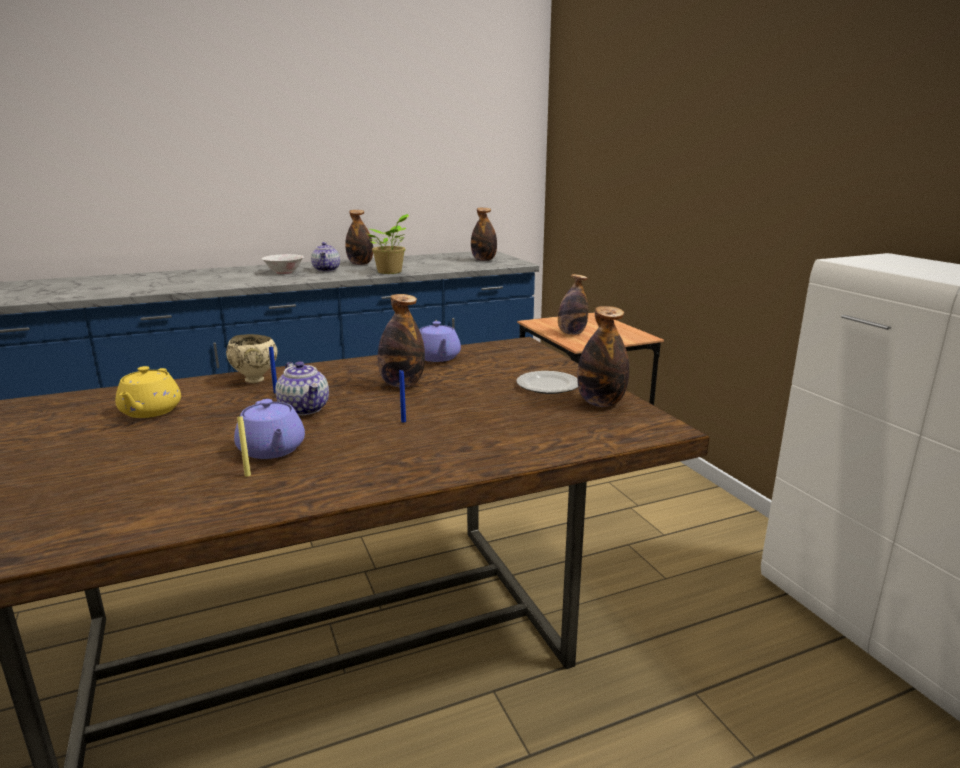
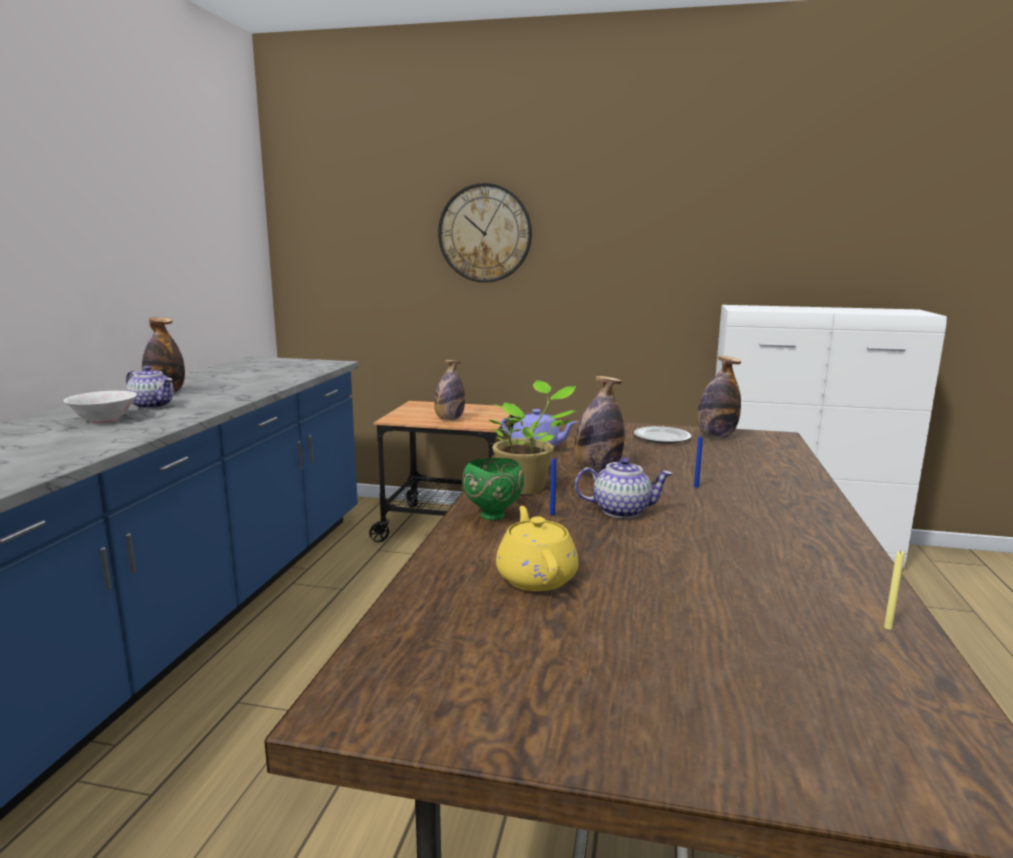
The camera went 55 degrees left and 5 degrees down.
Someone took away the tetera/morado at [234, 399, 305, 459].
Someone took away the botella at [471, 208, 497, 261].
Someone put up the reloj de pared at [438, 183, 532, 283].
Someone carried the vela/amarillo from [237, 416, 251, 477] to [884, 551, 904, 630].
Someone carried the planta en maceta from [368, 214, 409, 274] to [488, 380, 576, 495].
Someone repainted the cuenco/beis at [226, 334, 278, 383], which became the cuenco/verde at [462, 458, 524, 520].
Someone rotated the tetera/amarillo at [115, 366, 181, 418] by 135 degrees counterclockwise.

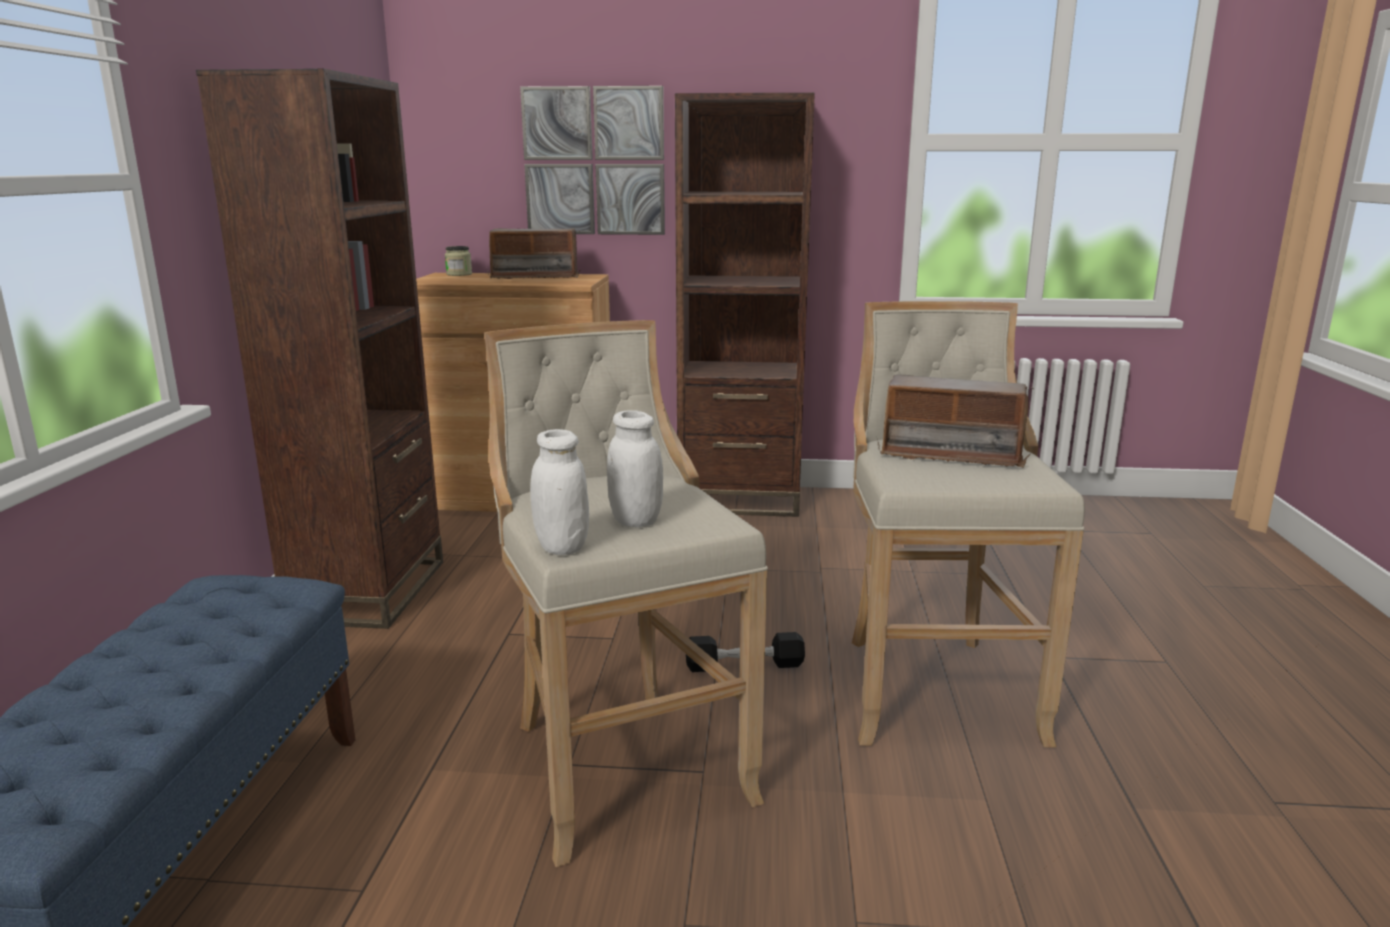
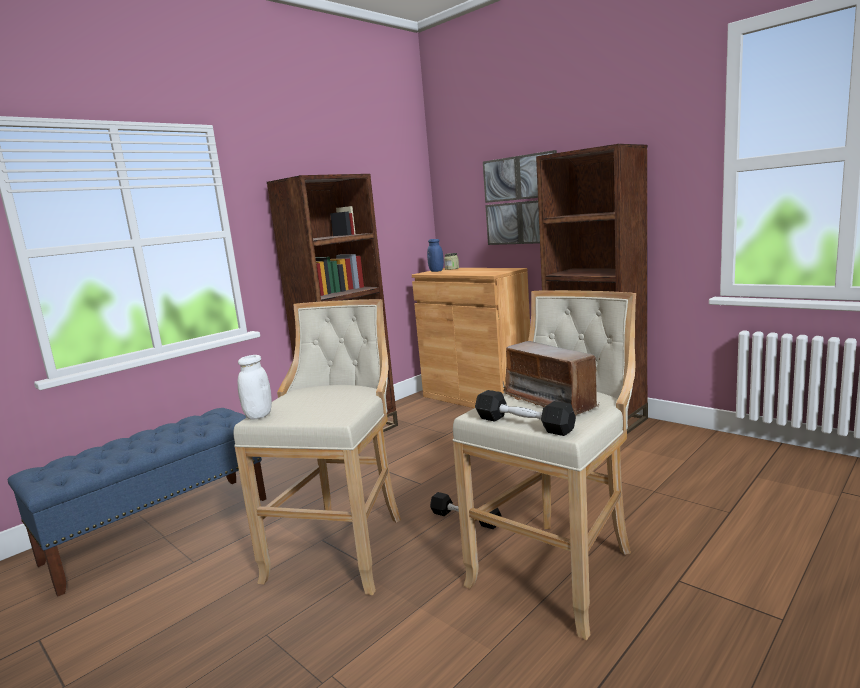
The camera went 40 degrees right and 5 degrees down.
Someone took away the radio at [486, 228, 580, 279].
Someone took away the tarro/blanco at [607, 410, 663, 527].
Someone put down the tarro/azul at [427, 239, 444, 272].
Someone put down the mancuerna/negro at [475, 390, 576, 436].

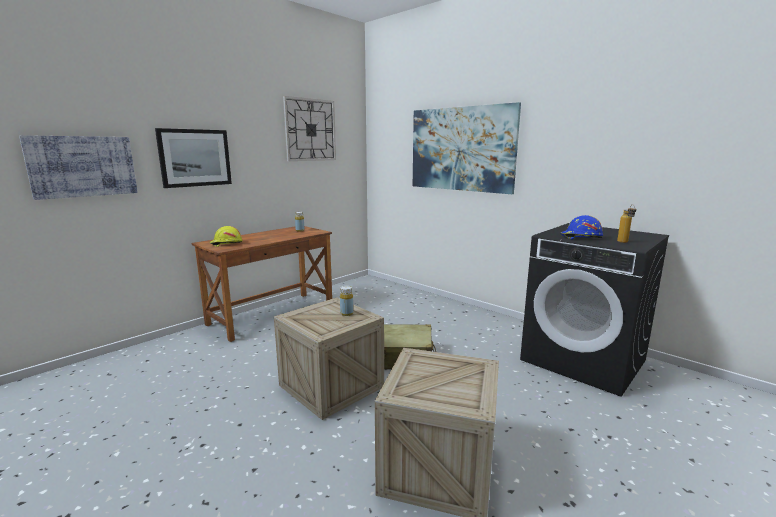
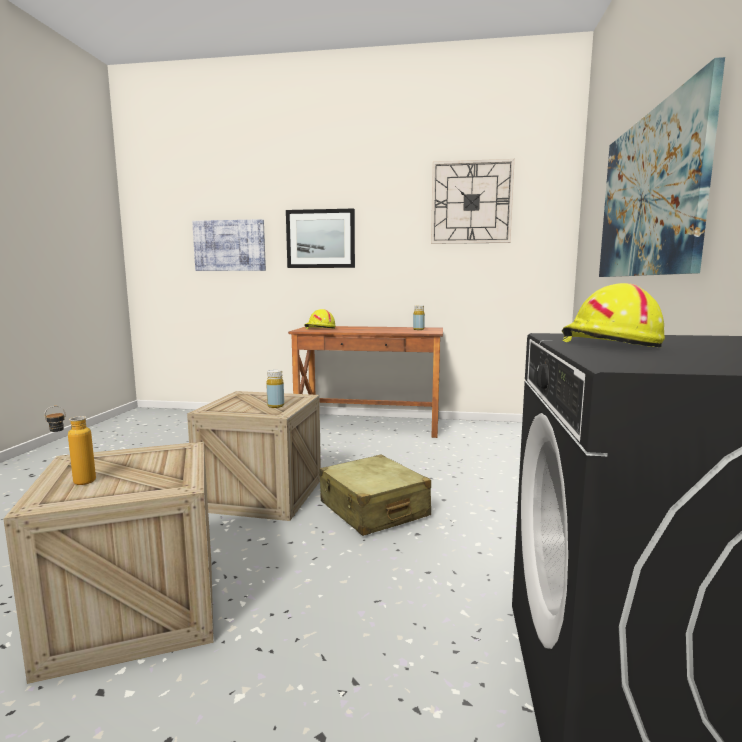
The camera went 55 degrees right and 5 degrees down.
Someone carried the botella from [617, 204, 636, 243] to [44, 406, 96, 485].
Someone repainted the casco/azul at [560, 215, 603, 240], which became the casco/amarillo at [562, 283, 665, 347].

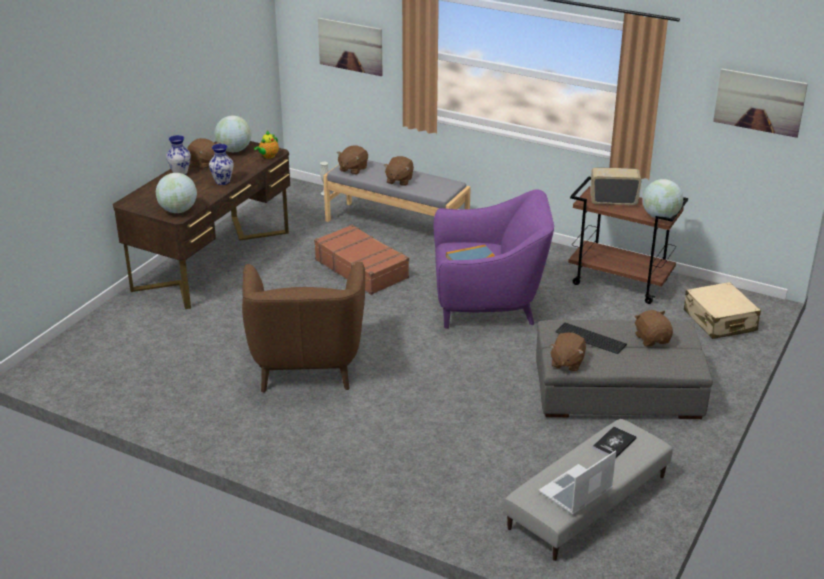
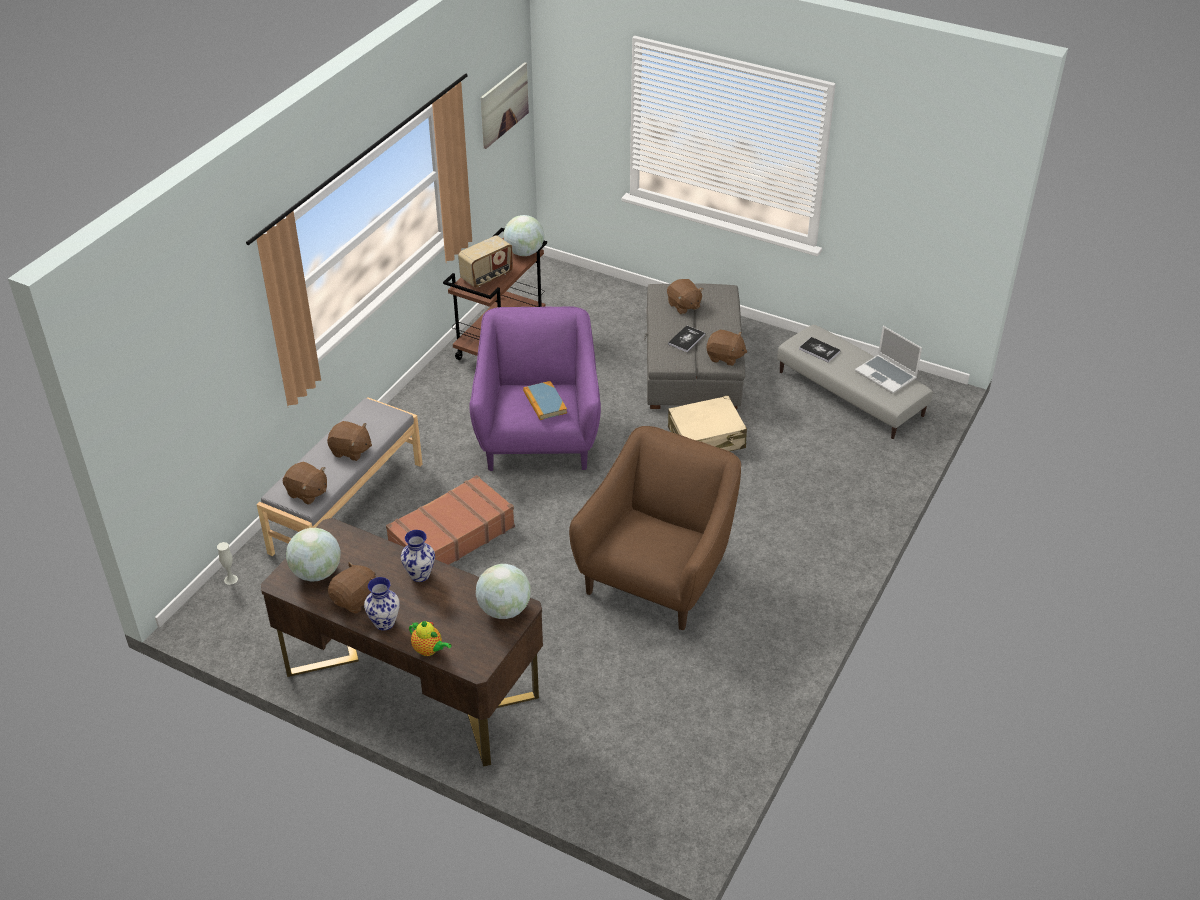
The camera went 90 degrees left and 10 degrees up.
Someone took away the cuadro at [318, 18, 383, 76].
Someone carried the tetera from [254, 131, 279, 159] to [409, 621, 452, 656].
Someone carried the maleta/beis from [684, 282, 761, 339] to [668, 396, 747, 451].
Someone swapped the teclado at [556, 323, 627, 354] for the libro at [668, 325, 705, 352].
Someone rotated the sillón/marrón at [242, 262, 365, 392] by 60 degrees counterclockwise.
Someone rotated the radio at [590, 167, 641, 206] by 135 degrees counterclockwise.
Someone rotated the peluche/marrón at [634, 310, 673, 347] by 105 degrees counterclockwise.

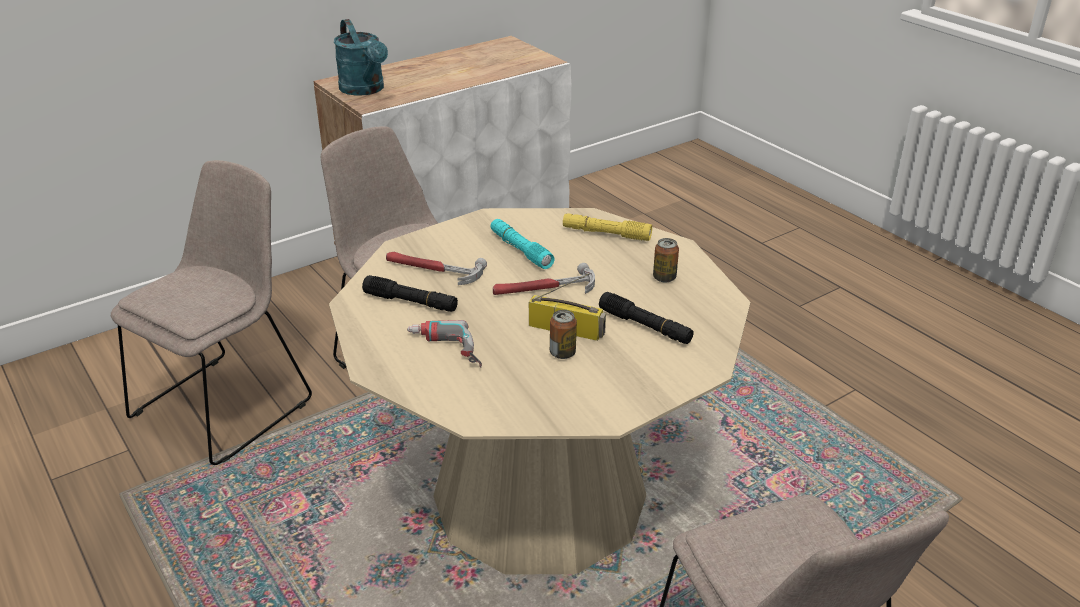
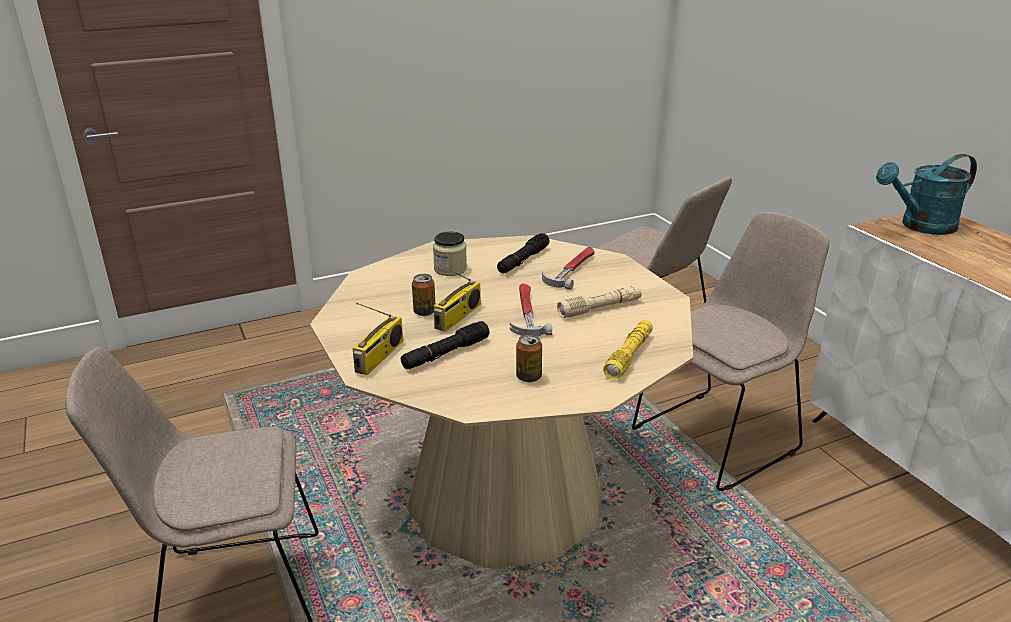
The camera went 100 degrees right and 5 degrees down.
Someone put down the radio at [353, 303, 403, 375].
Someone swapped the taladro at [407, 320, 482, 367] for the tarro at [433, 231, 467, 276].
Someone repainted the linterna/turquesa at [490, 219, 555, 269], which became the linterna/beis at [557, 286, 642, 318].

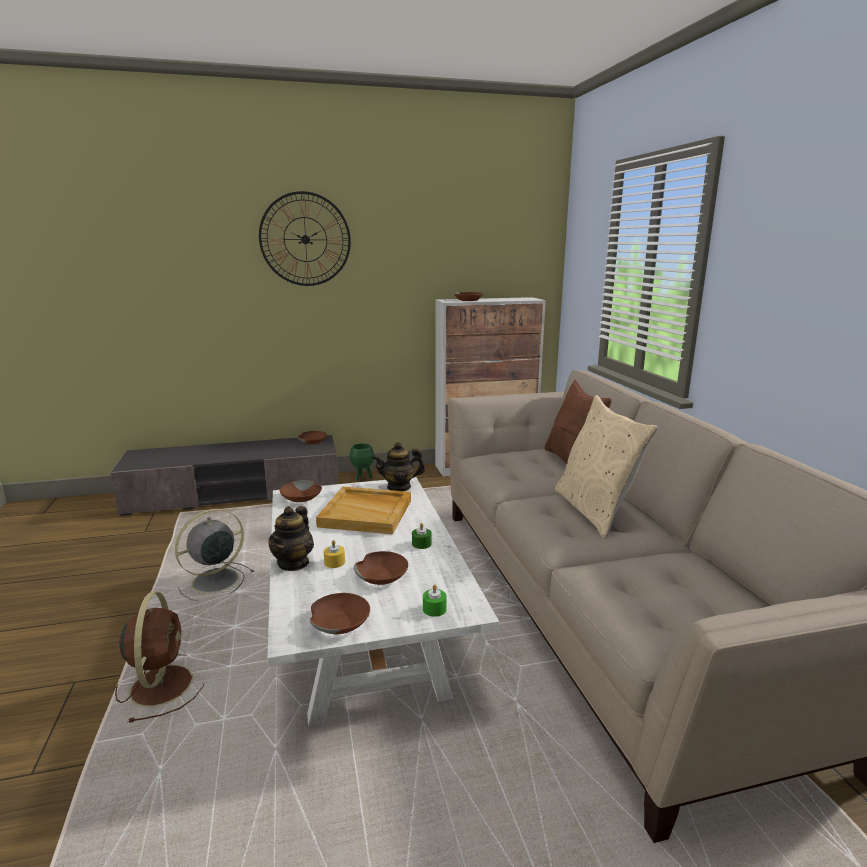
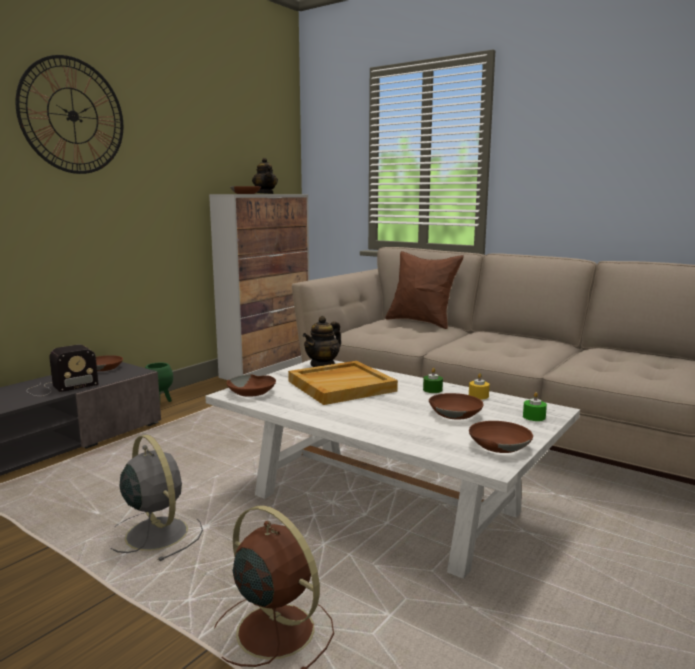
The camera went 40 degrees left and 5 degrees down.
Someone took away the cojín/beis at [555, 395, 658, 539].
Someone put down the radio at [26, 345, 98, 396].
Someone carried the tetera from [269, 506, 314, 571] to [252, 158, 278, 194].
Someone carried the vela/amarillo from [324, 540, 345, 568] to [469, 373, 490, 399].
Someone rotated the ventilador/gris at [175, 509, 255, 601] by 135 degrees clockwise.

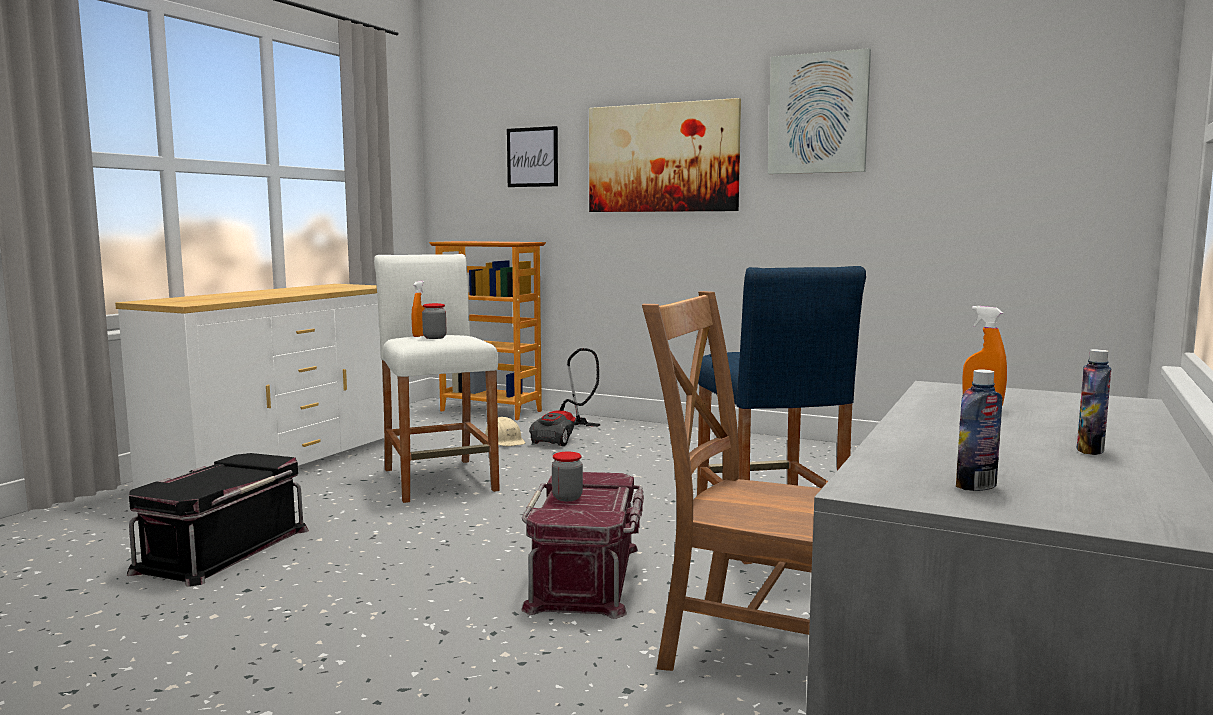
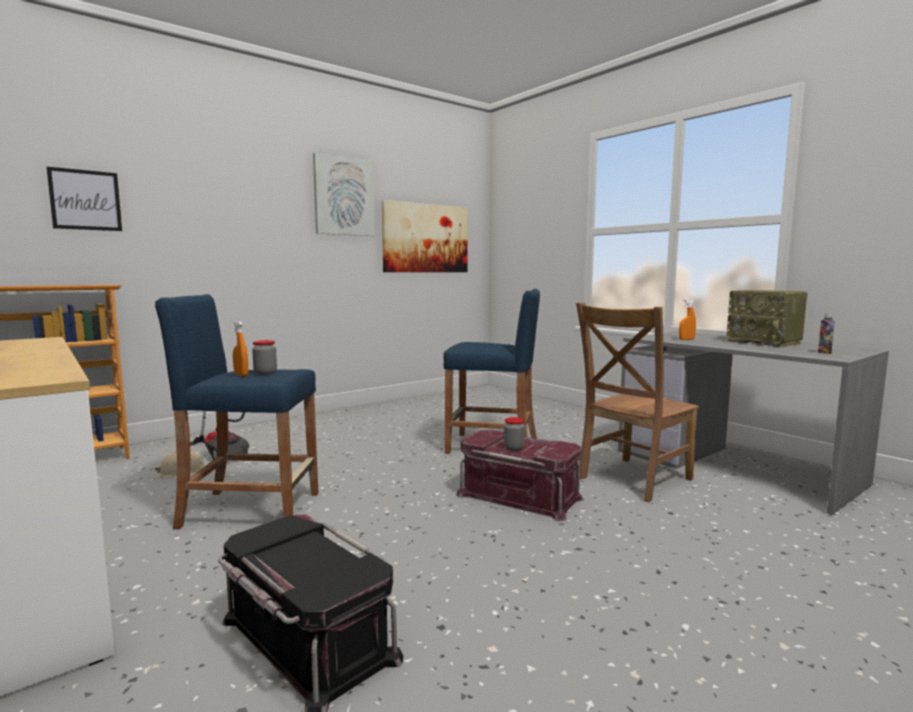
The camera went 65 degrees left and 0 degrees up.
Someone carried the cuadro from [589, 98, 741, 212] to [382, 200, 468, 272].
Someone swapped the botella at [1076, 349, 1111, 455] for the radio at [726, 290, 808, 347].
Someone repainted the taburete/blanco at [374, 254, 500, 503], which became the taburete/azul at [155, 294, 319, 529].

